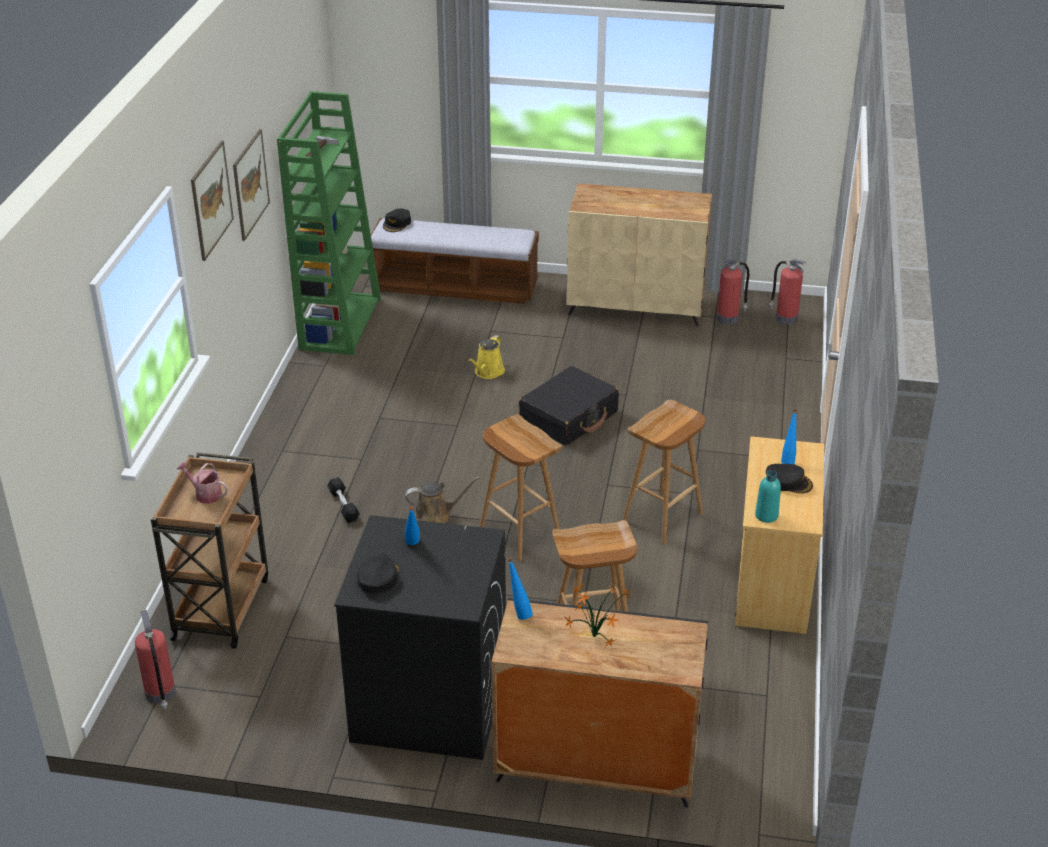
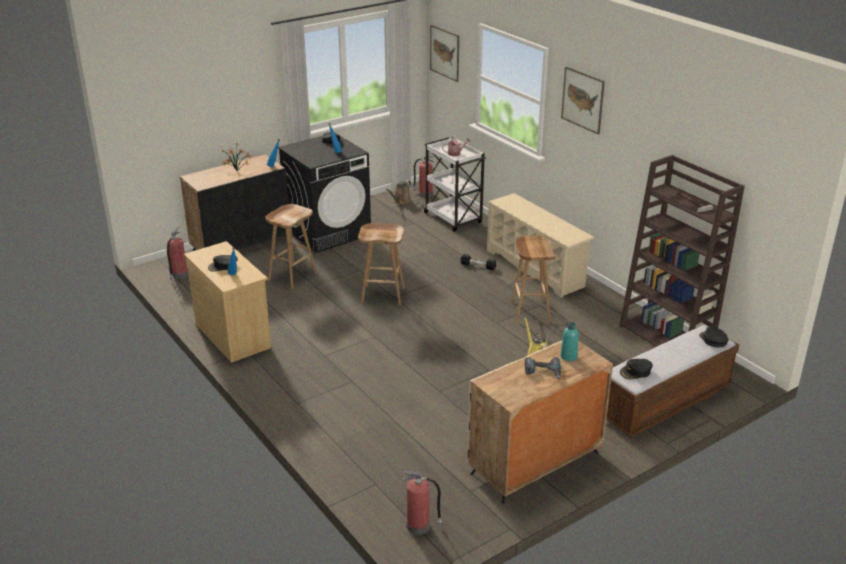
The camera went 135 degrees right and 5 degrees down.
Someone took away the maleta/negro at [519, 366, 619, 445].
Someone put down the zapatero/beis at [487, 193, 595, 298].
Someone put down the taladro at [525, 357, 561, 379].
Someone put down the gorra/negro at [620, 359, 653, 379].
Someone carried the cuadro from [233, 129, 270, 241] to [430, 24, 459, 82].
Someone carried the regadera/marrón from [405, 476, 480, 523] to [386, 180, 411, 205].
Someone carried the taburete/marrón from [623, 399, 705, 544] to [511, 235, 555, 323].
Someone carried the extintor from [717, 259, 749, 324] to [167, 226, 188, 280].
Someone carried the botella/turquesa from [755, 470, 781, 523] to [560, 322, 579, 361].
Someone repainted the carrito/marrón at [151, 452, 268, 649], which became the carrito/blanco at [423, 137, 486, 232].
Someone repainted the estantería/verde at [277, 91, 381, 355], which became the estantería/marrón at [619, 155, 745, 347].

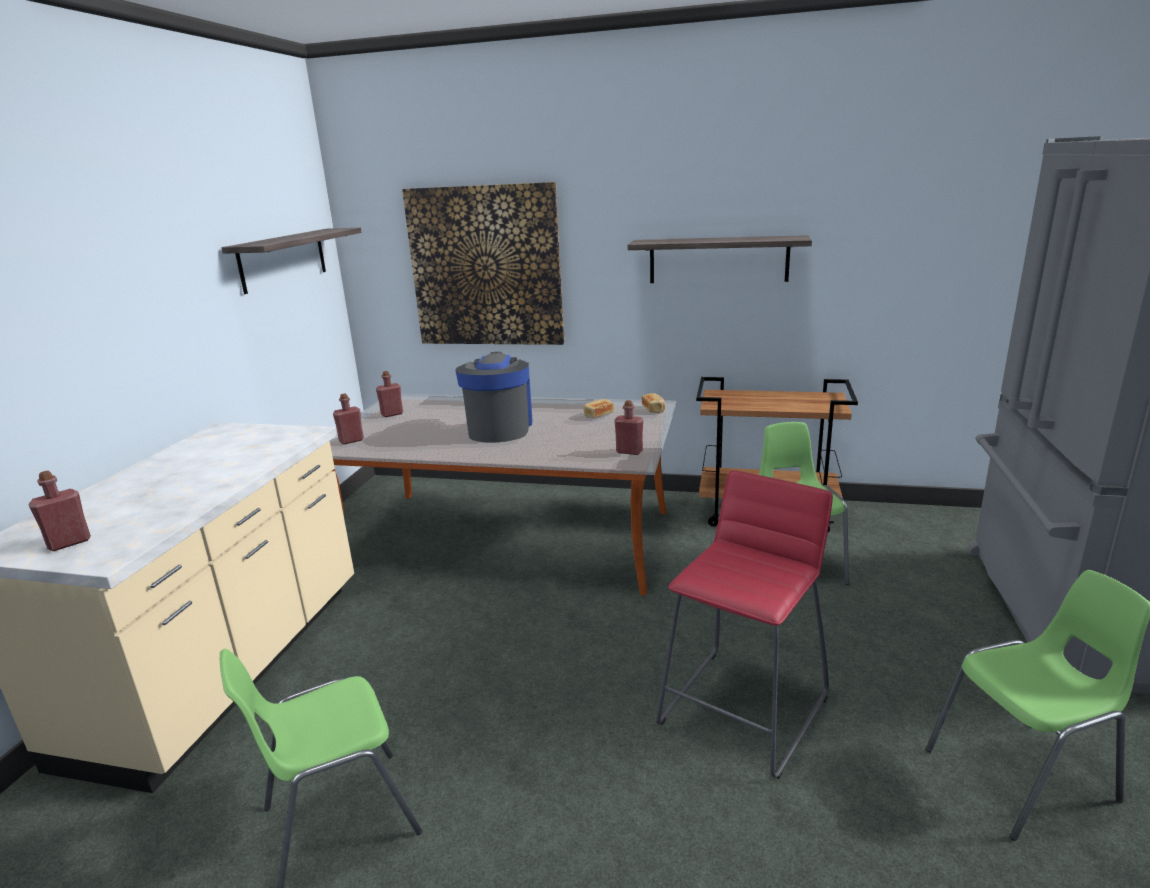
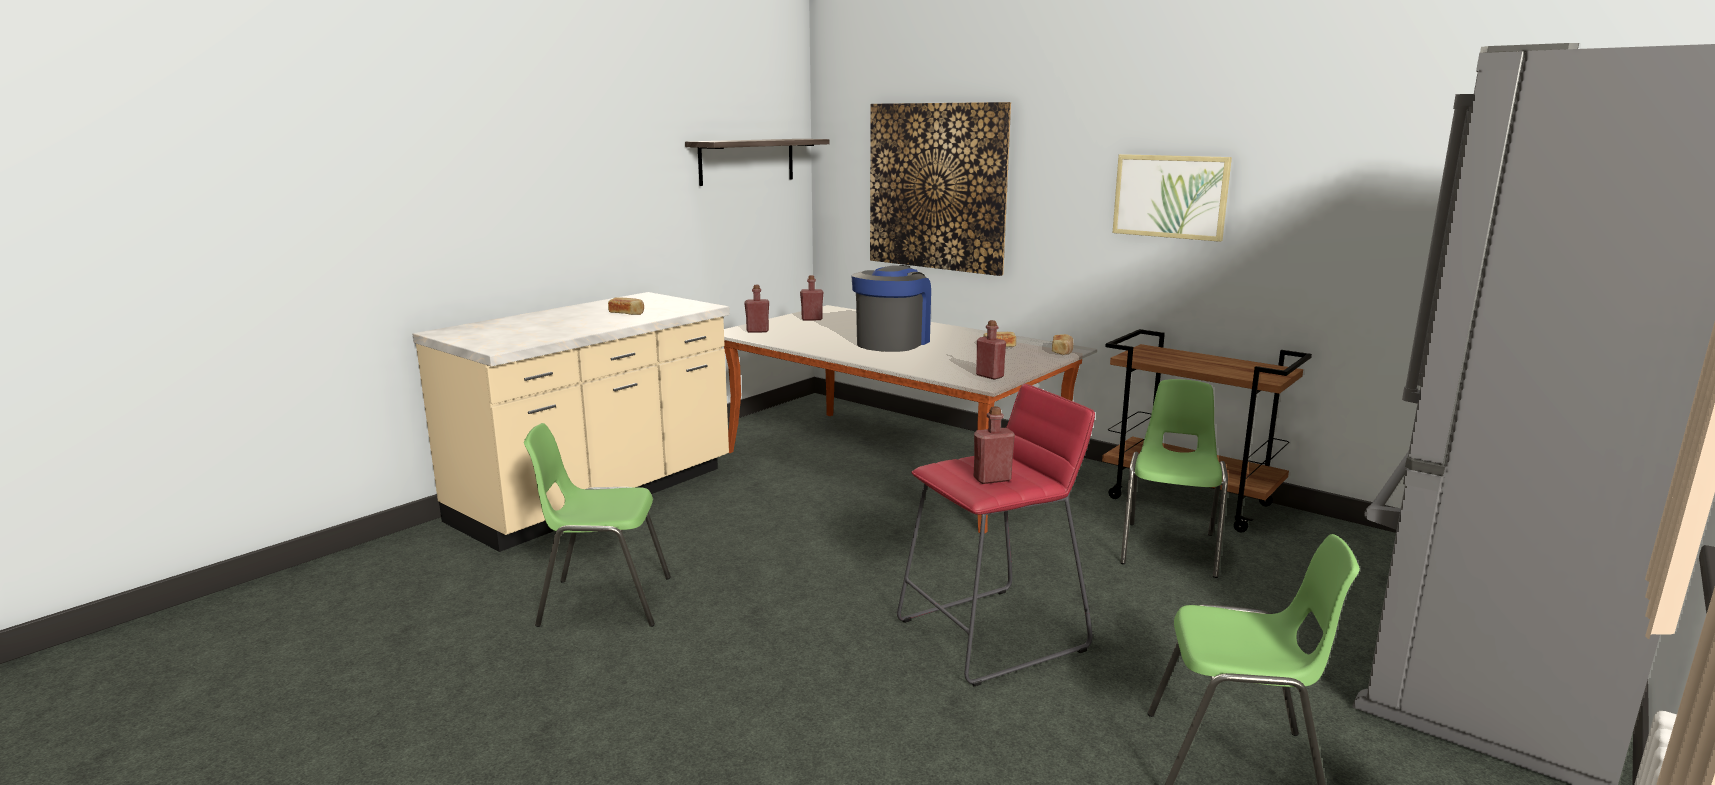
The camera went 25 degrees right and 5 degrees down.
Someone put down the pan at [608, 297, 644, 315].
Someone carried the botella/rojo from [28, 471, 91, 551] to [974, 406, 1015, 484].
Someone swapped the estante at [628, 235, 812, 283] for the cuadro at [1113, 154, 1232, 242].

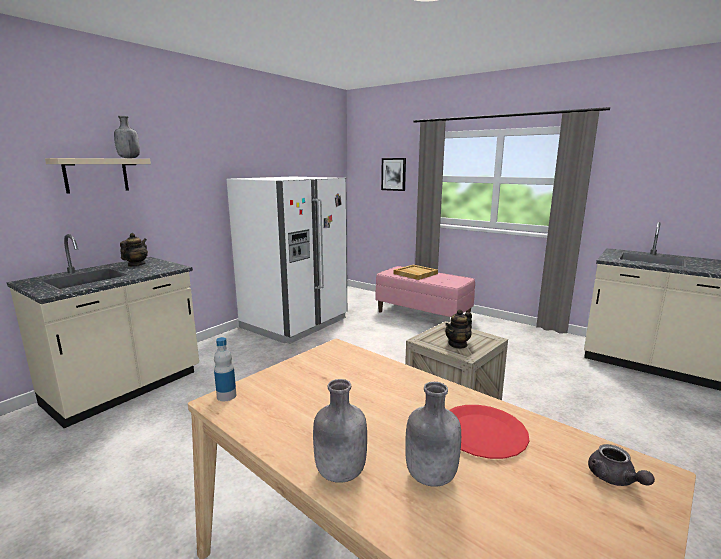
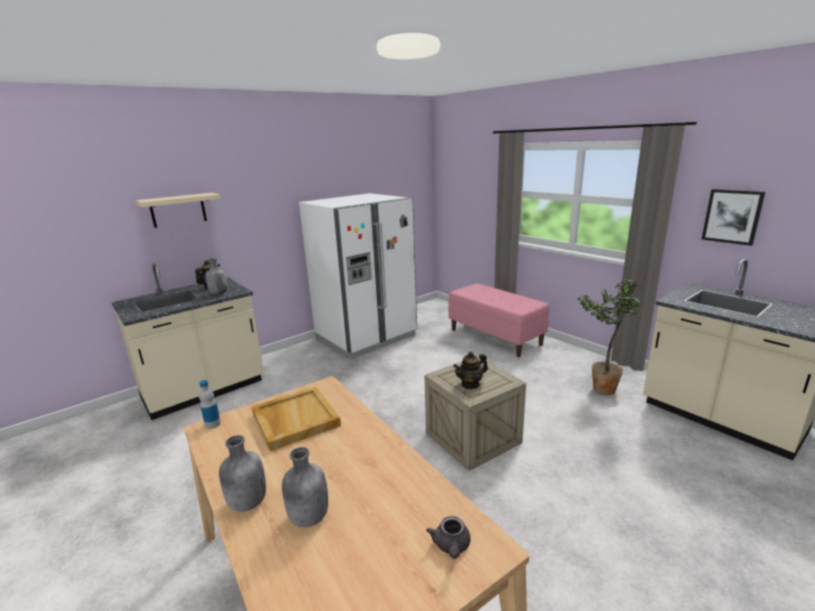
The camera went 15 degrees right and 5 degrees up.
Someone took away the plato/rojo at [449, 405, 529, 459].
Someone put down the planta en maceta at [577, 278, 643, 395].
Someone carried the botella/gris from [114, 116, 140, 158] to [205, 258, 228, 295].
Someone carried the cuadro from [381, 158, 406, 191] to [702, 189, 765, 246].
Someone carried the bandeja/beis from [394, 265, 438, 280] to [252, 387, 341, 451].

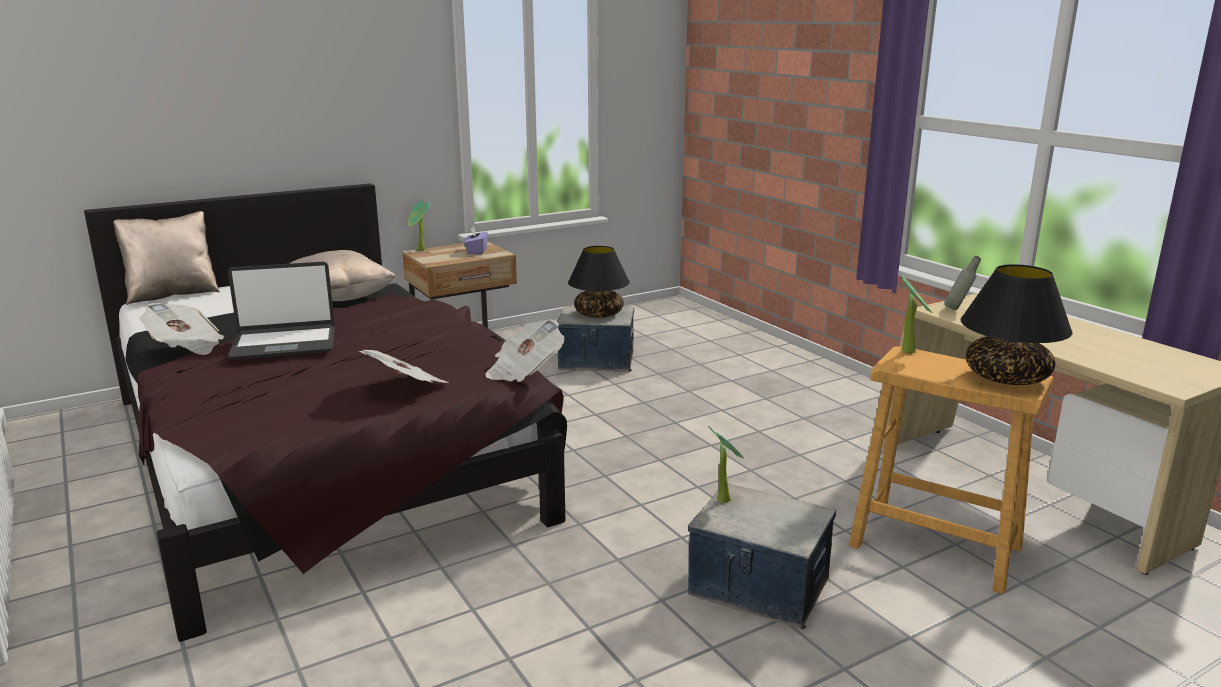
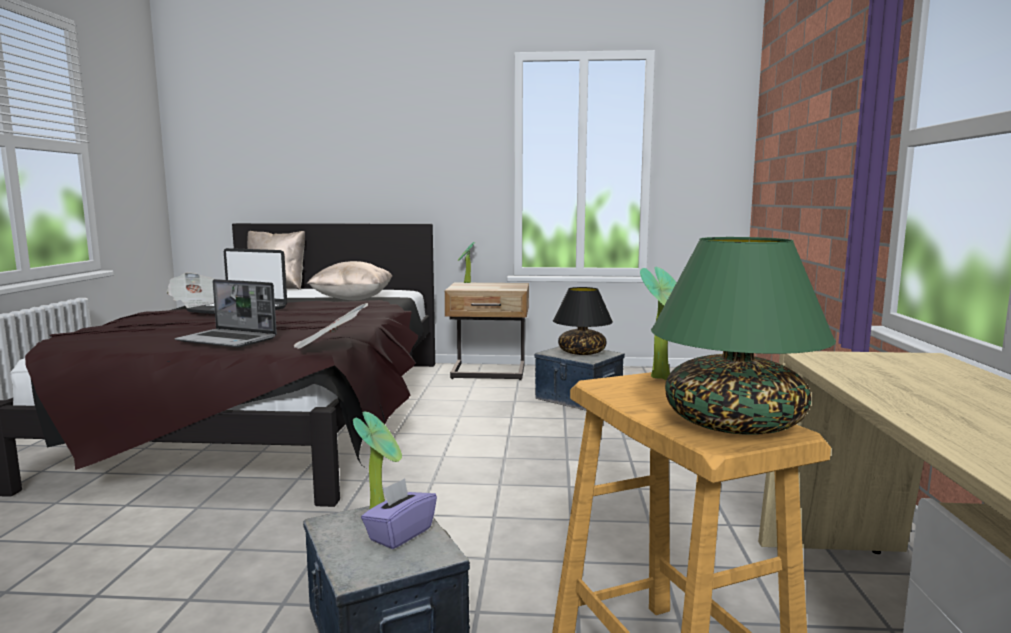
The camera went 35 degrees right and 10 degrees down.
Someone took away the botella/gris at [944, 256, 981, 310].
Someone carried the caja de pañuelos/morado from [464, 226, 488, 254] to [361, 478, 437, 549].
Someone swapped the periódico at [359, 350, 449, 383] for the portátil at [175, 279, 277, 347].
Someone repainted the lámpara de mesa/negro at [960, 264, 1073, 385], which became the lámpara de mesa/verde at [651, 237, 836, 435].

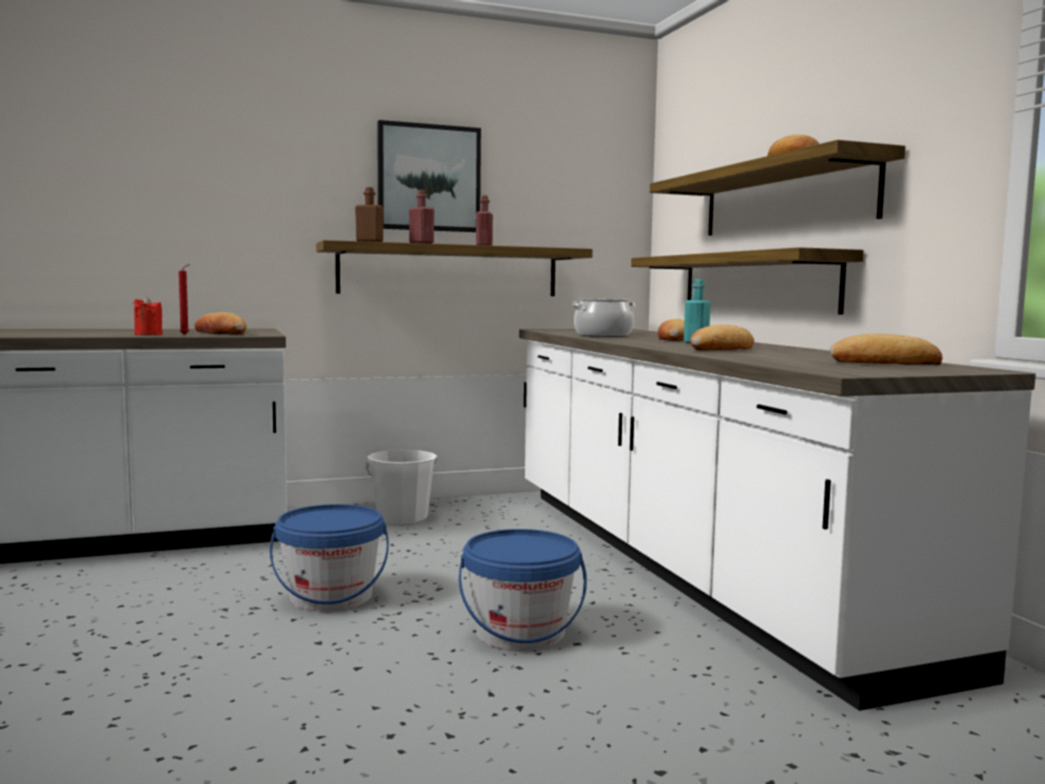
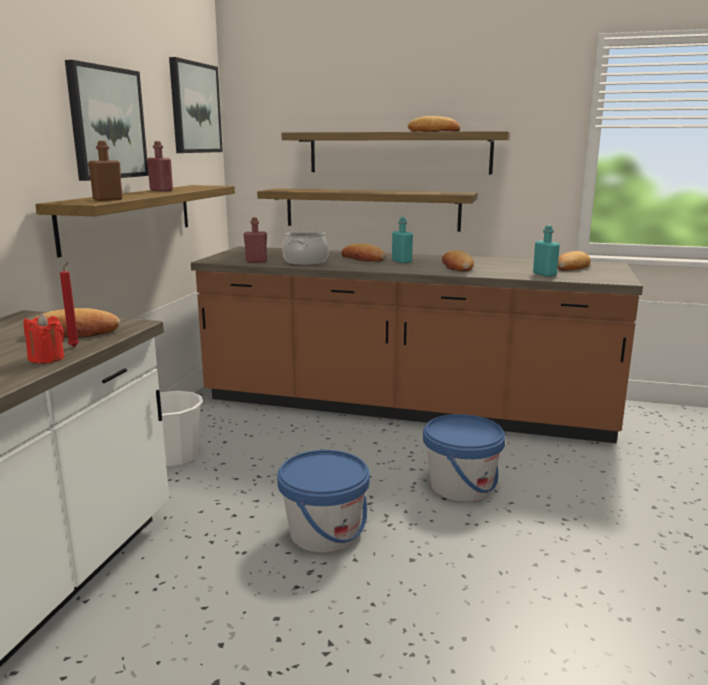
The camera went 55 degrees left and 10 degrees up.
Someone put up the cuadro at [169, 57, 223, 153].
Someone put down the botella/turquesa at [533, 225, 560, 277].
Someone carried the botella/rojo from [409, 190, 434, 244] to [243, 217, 267, 263].
Someone repainted the mueble bajo de cocina/blanco at [519, 329, 1036, 711], which became the mueble bajo de cocina/marrón at [191, 246, 643, 443].

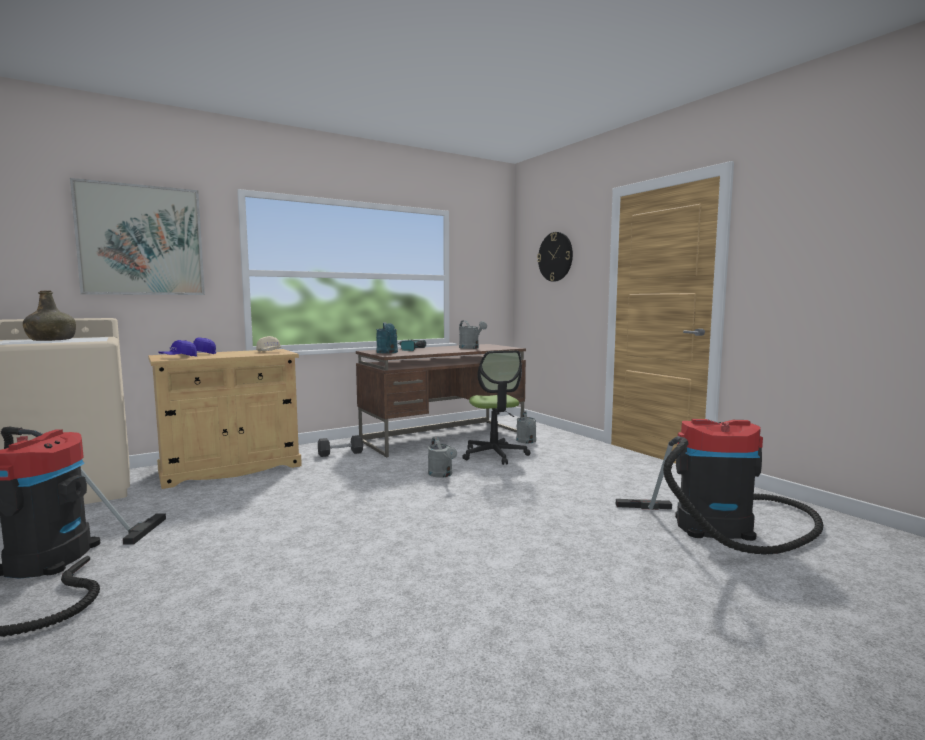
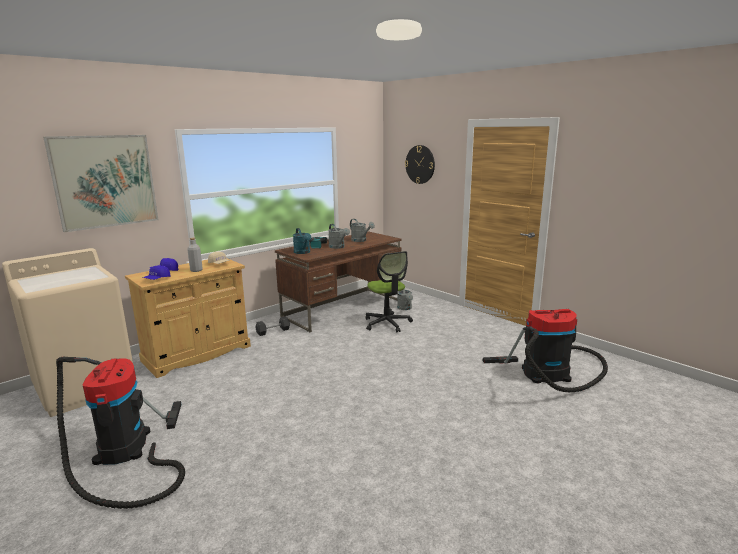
The camera went 10 degrees left and 10 degrees up.
Someone took away the botella/verde at [23, 291, 76, 341].
Someone put down the botella/gris at [187, 238, 203, 272].
Someone carried the regadera/gris from [428, 437, 457, 478] to [328, 224, 350, 249].

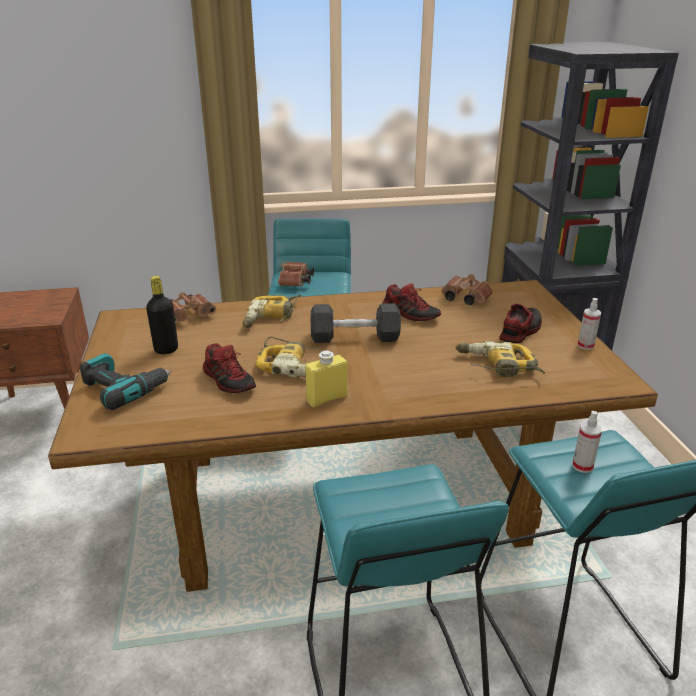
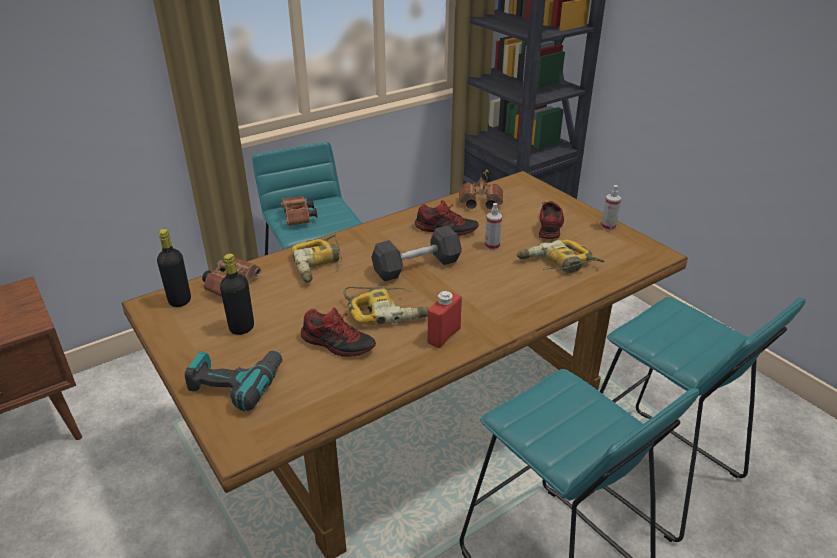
The camera went 25 degrees left and 5 degrees up.
Someone put down the botella/negro at [157, 229, 191, 307].
Someone carried the pulverizador from [572, 411, 602, 473] to [485, 203, 502, 250].
Someone repainted the botella/amarillo at [305, 350, 348, 407], which became the botella/rojo at [427, 291, 462, 348].

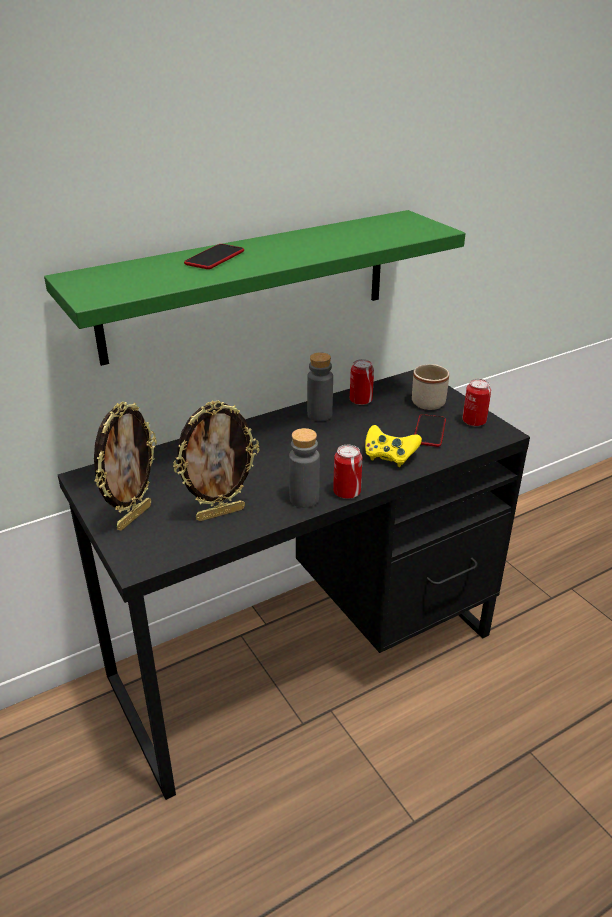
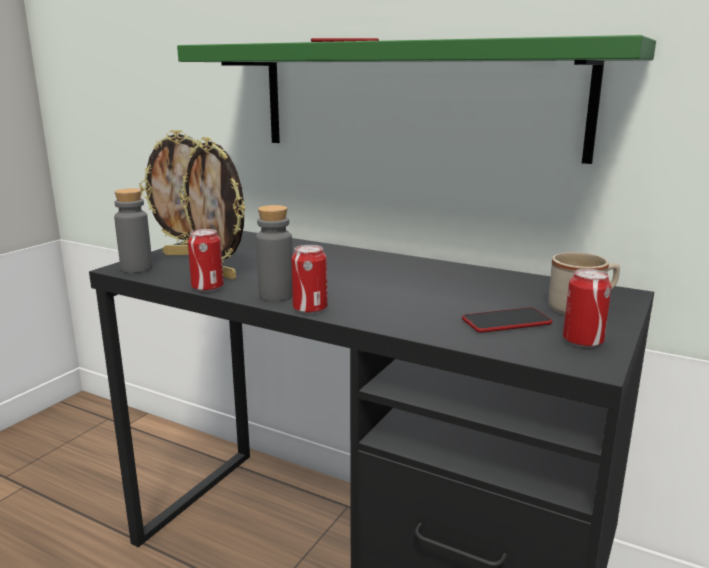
The camera went 60 degrees right and 15 degrees down.
Someone took away the mando de consola/amarillo at [365, 425, 422, 467].
Someone carried the botella/gris from [307, 352, 333, 421] to [114, 188, 153, 273].
Someone carried the lata from [350, 359, 374, 405] to [188, 229, 224, 292].

